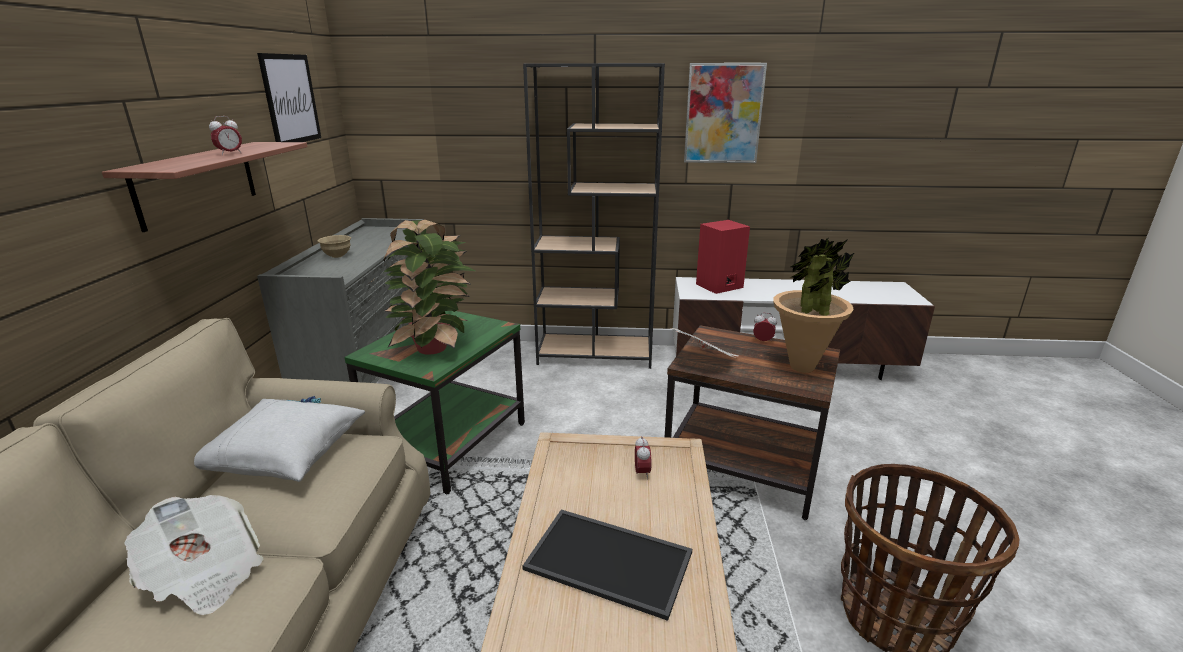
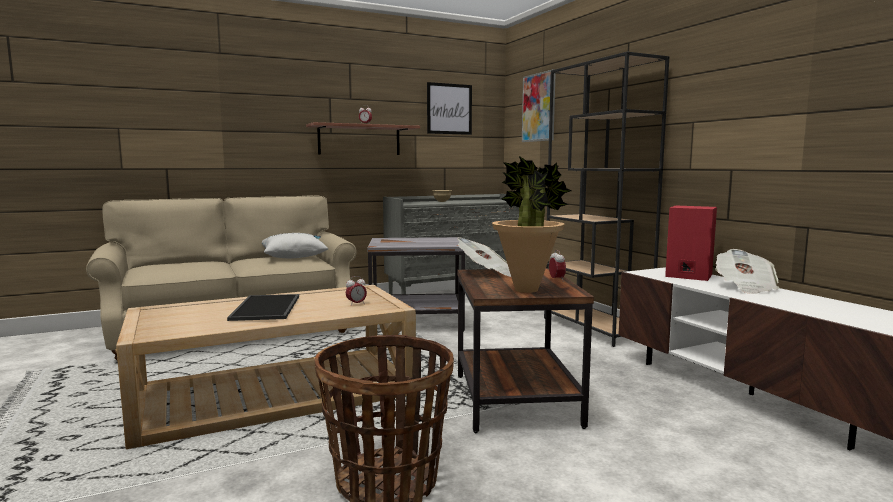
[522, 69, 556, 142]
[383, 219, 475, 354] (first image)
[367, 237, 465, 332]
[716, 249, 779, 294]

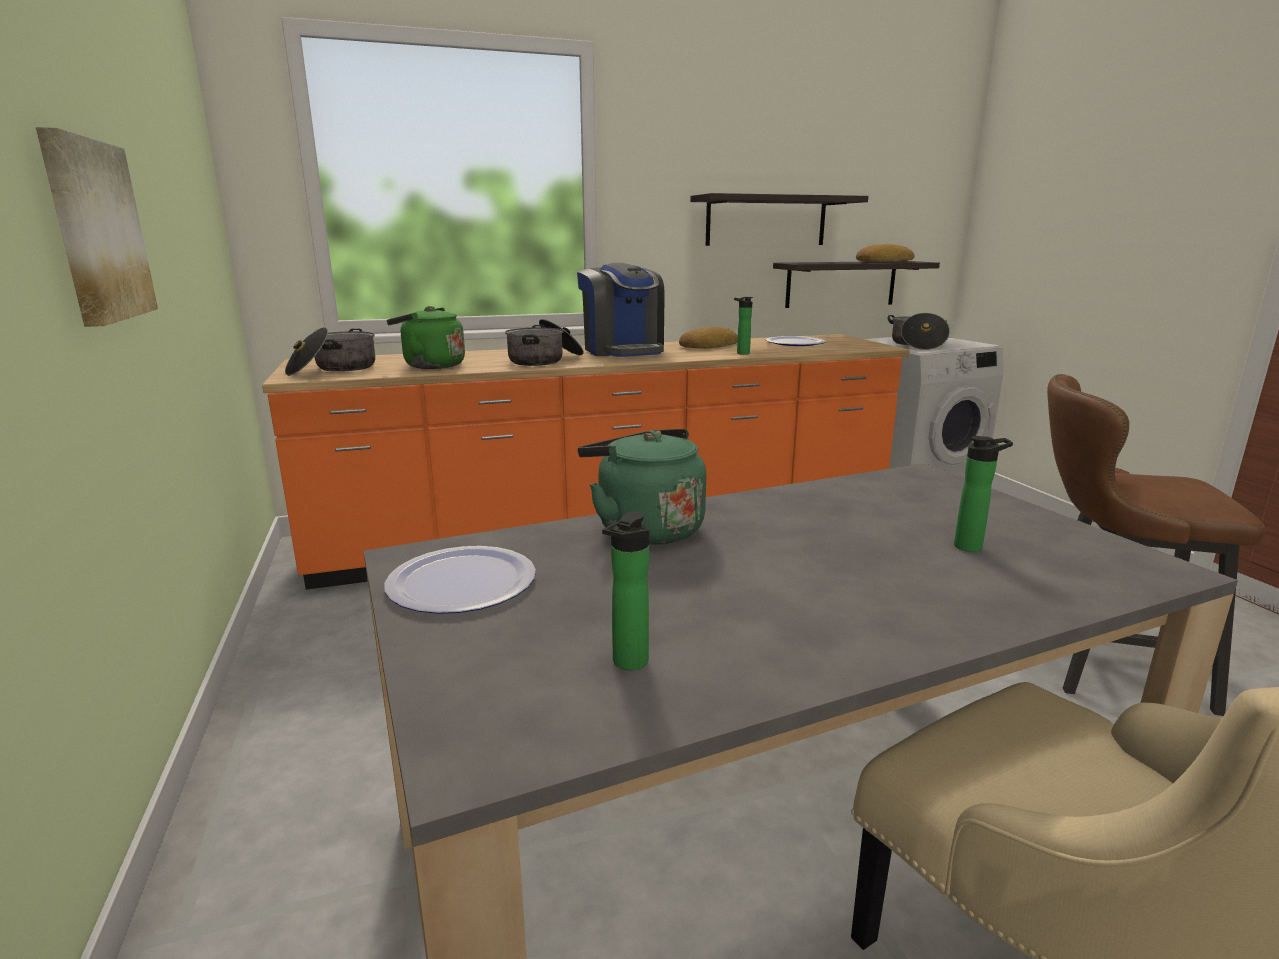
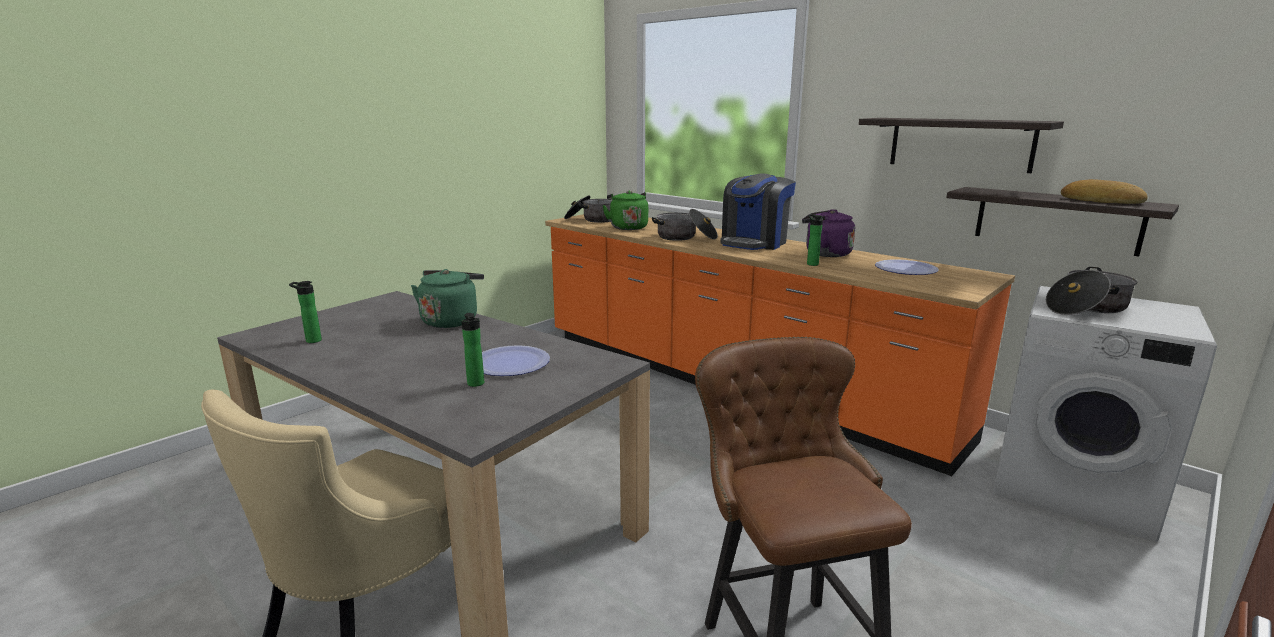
[36, 127, 158, 327] (first image)
[802, 209, 855, 257]
[482, 345, 550, 376]

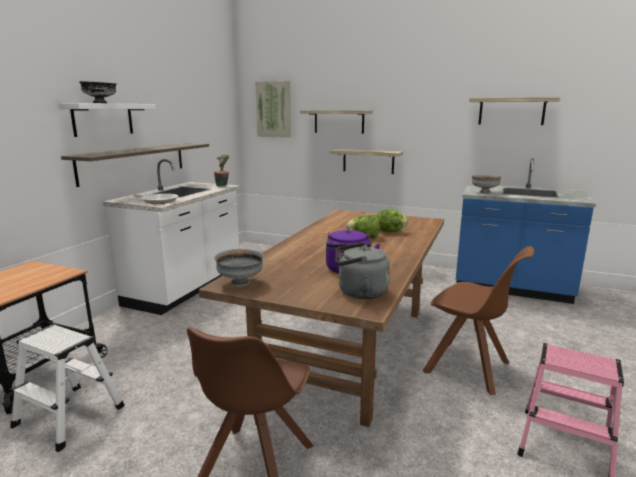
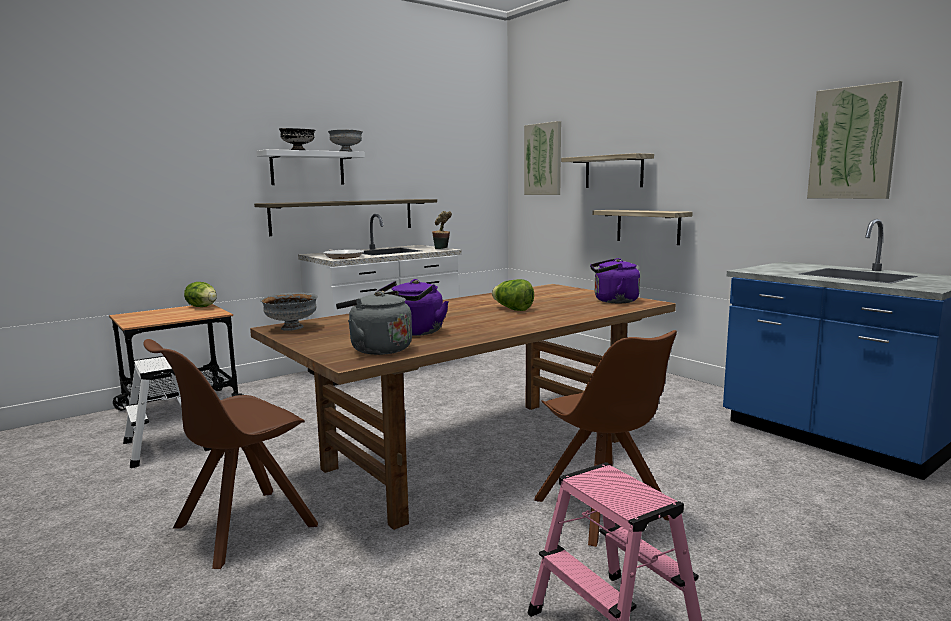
[807, 81, 902, 199]
[328, 130, 363, 151]
[184, 282, 217, 307]
[590, 258, 640, 303]

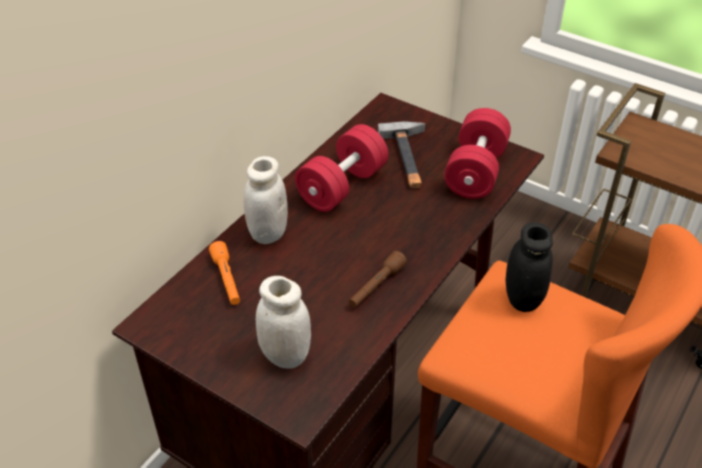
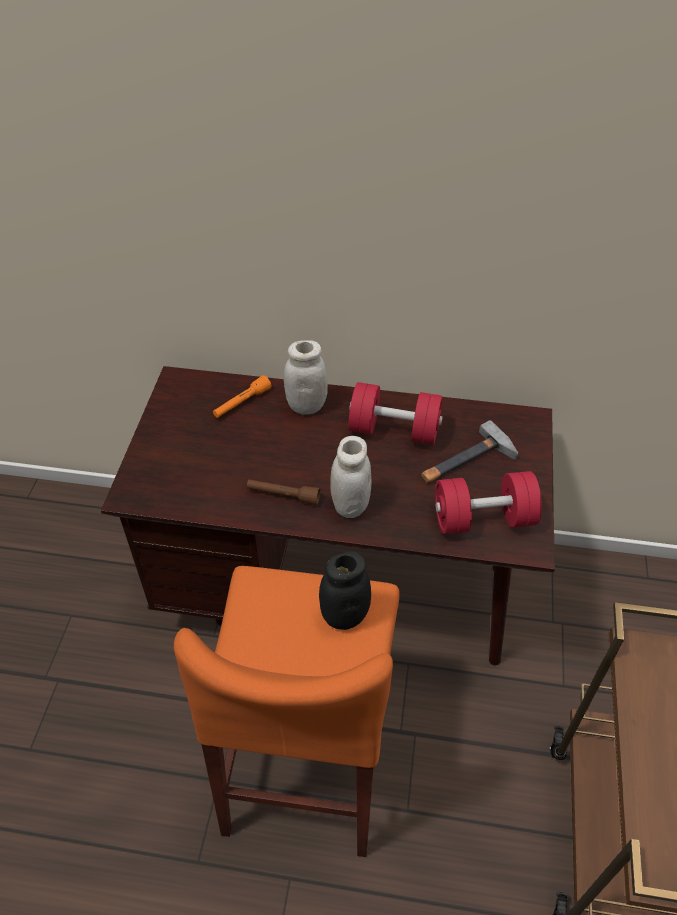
[330, 436, 372, 518]

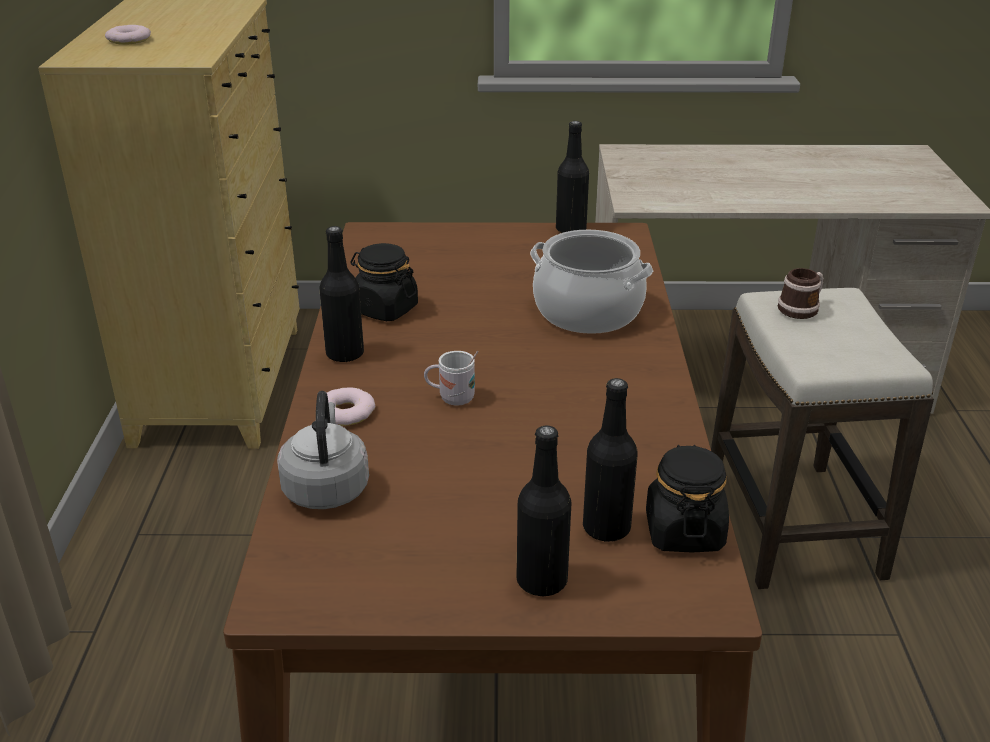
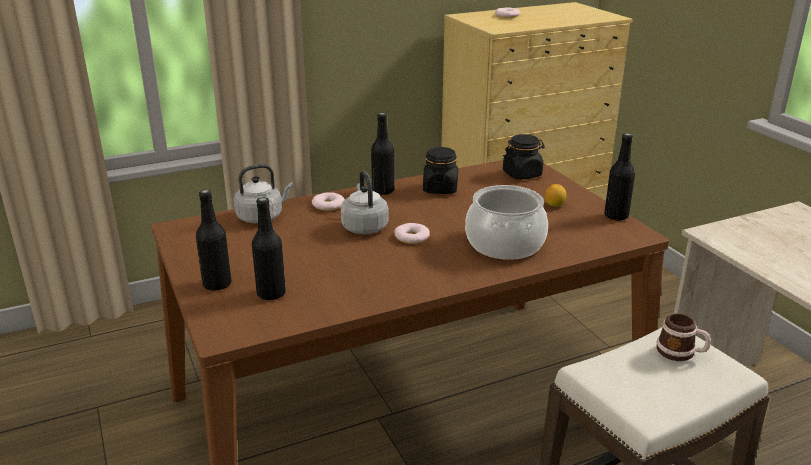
[341, 171, 389, 234]
[503, 134, 545, 180]
[545, 184, 567, 207]
[394, 223, 430, 244]

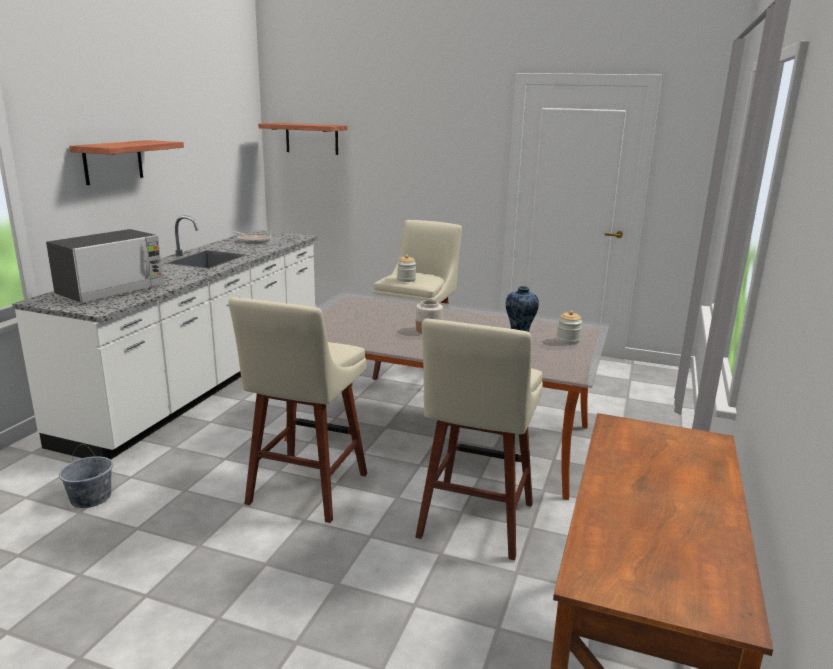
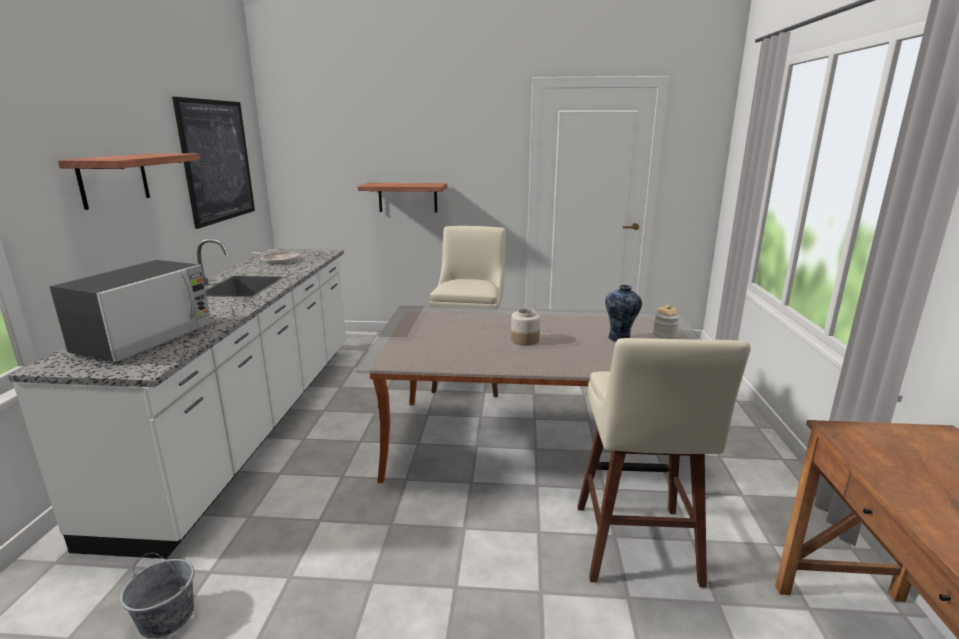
[358, 183, 447, 213]
[397, 255, 416, 282] (first image)
[228, 297, 367, 523] (first image)
[172, 97, 255, 229]

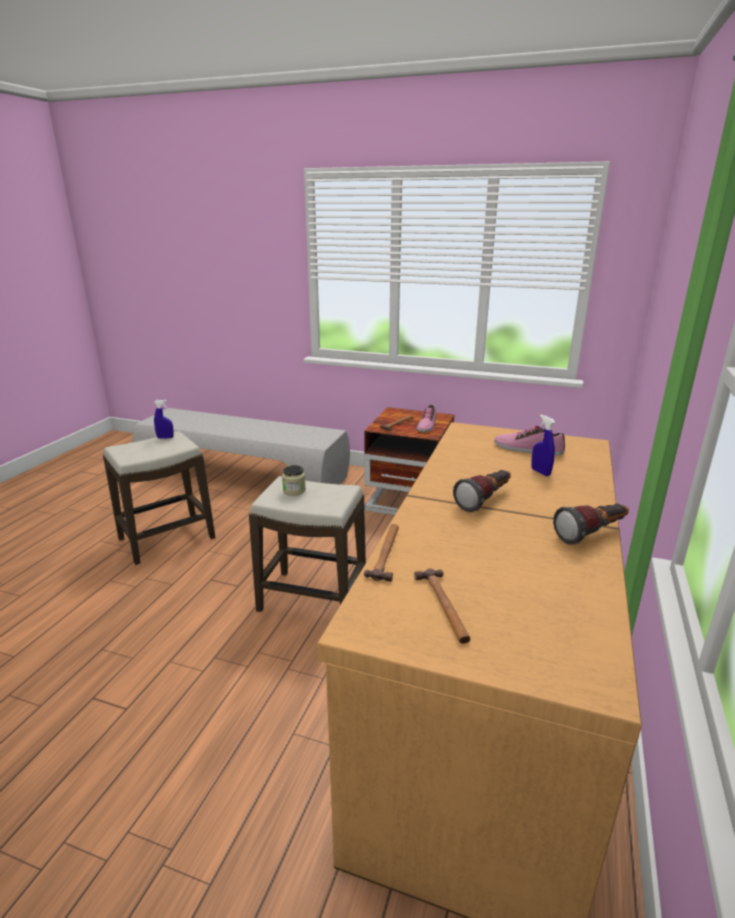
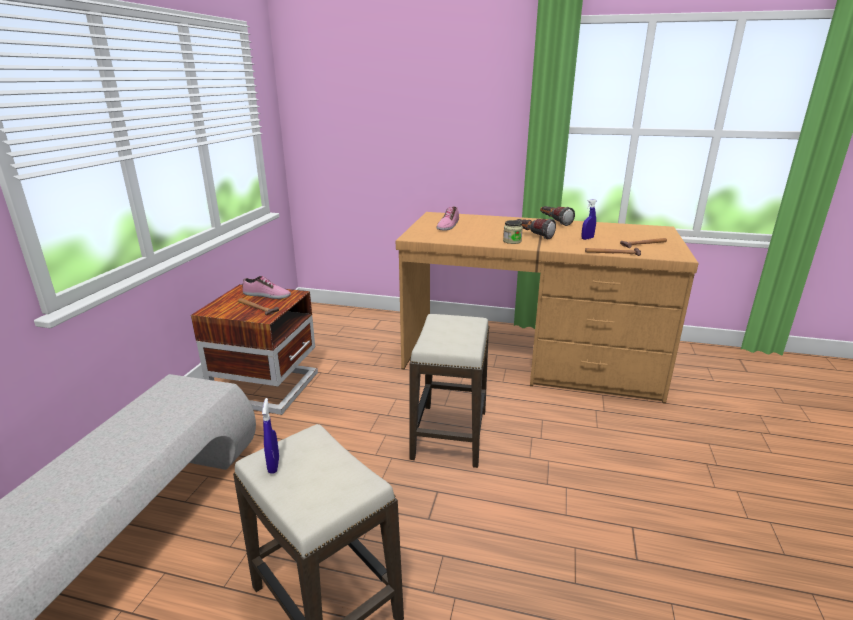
[581, 199, 597, 240]
[503, 220, 523, 244]

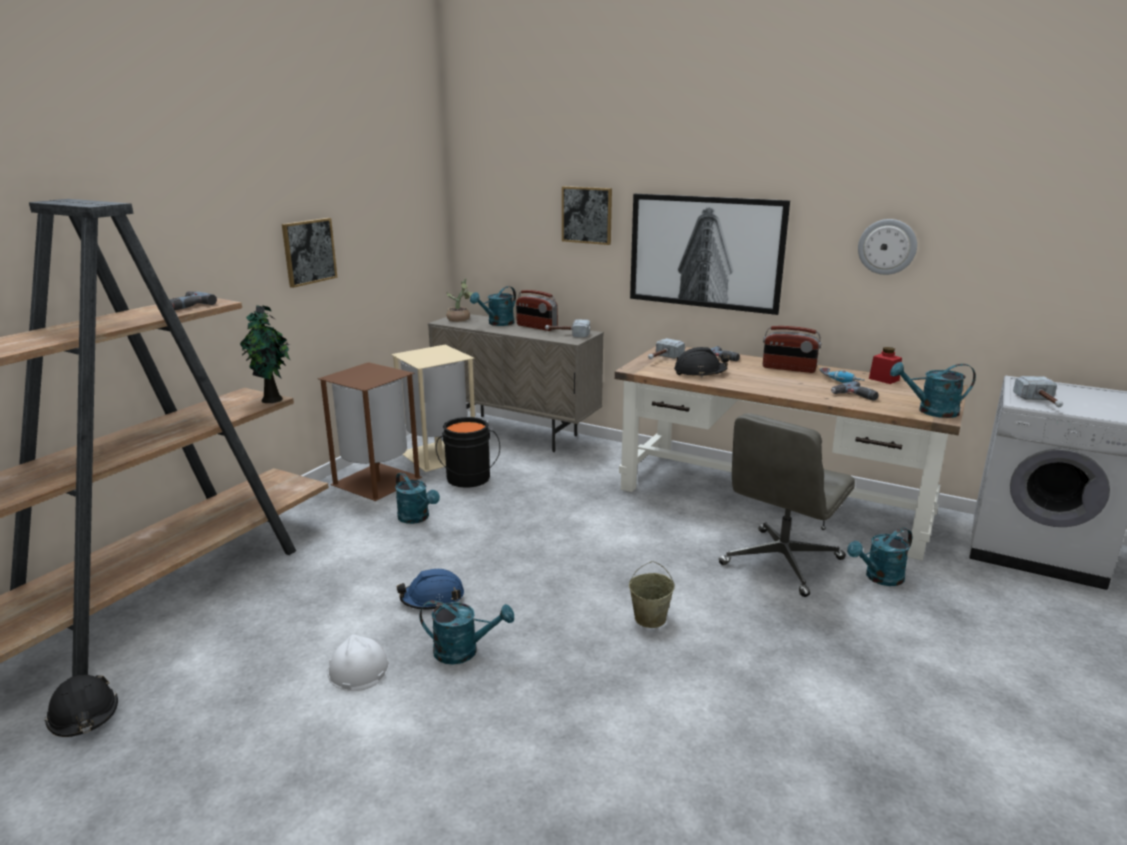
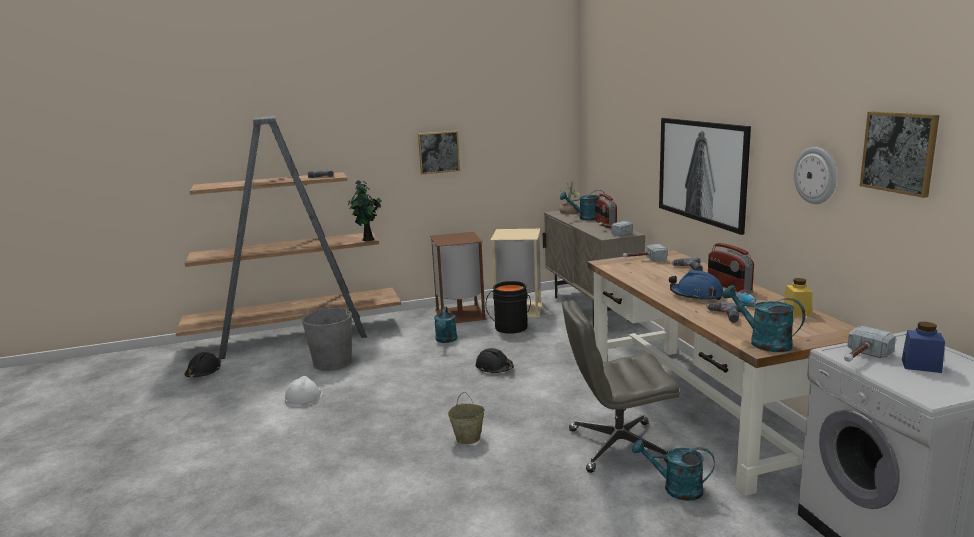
[860, 112, 939, 198]
[475, 348, 514, 373]
[784, 278, 813, 316]
[669, 270, 723, 301]
[420, 600, 514, 665] (first image)
[302, 306, 352, 371]
[902, 322, 945, 373]

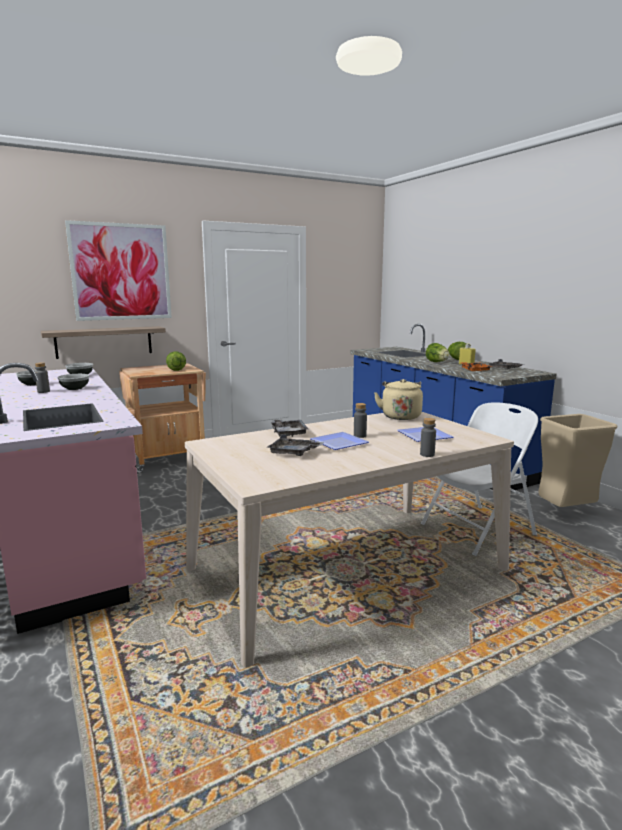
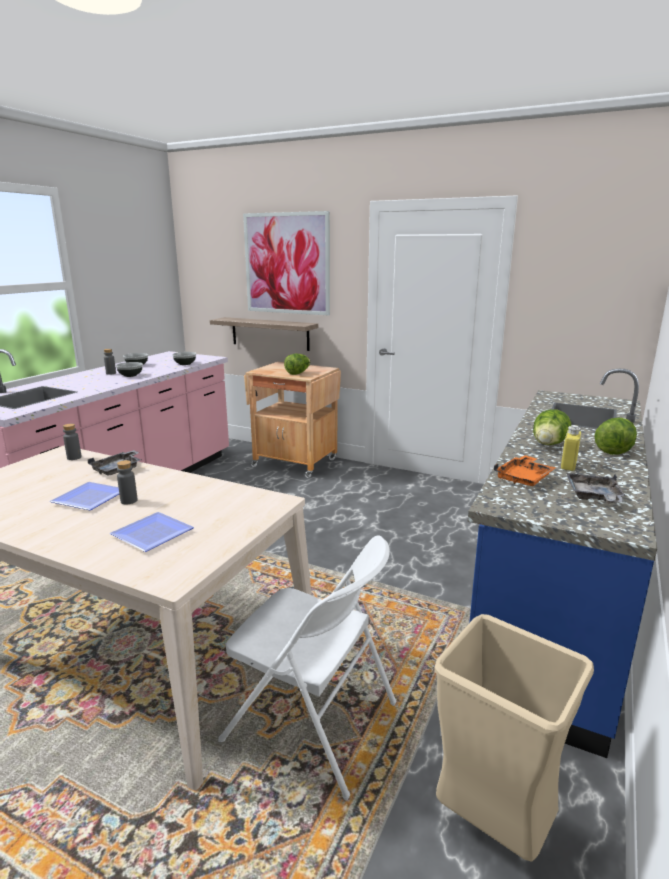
[374, 379, 423, 420] (first image)
[63, 424, 82, 460]
[266, 434, 324, 456] (first image)

